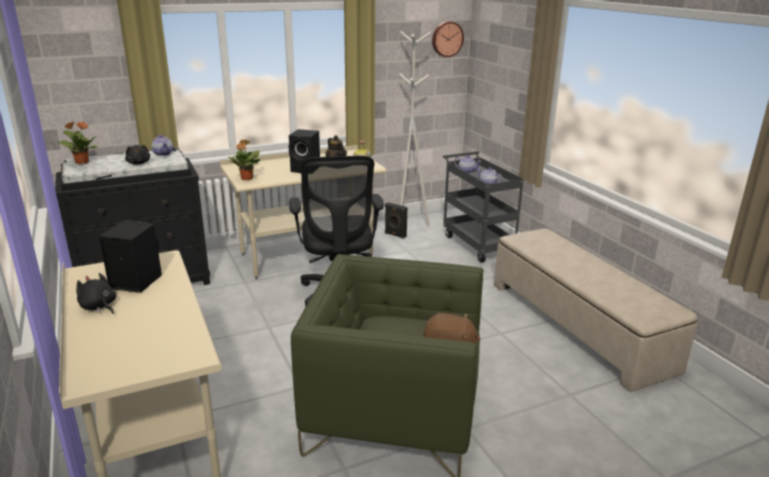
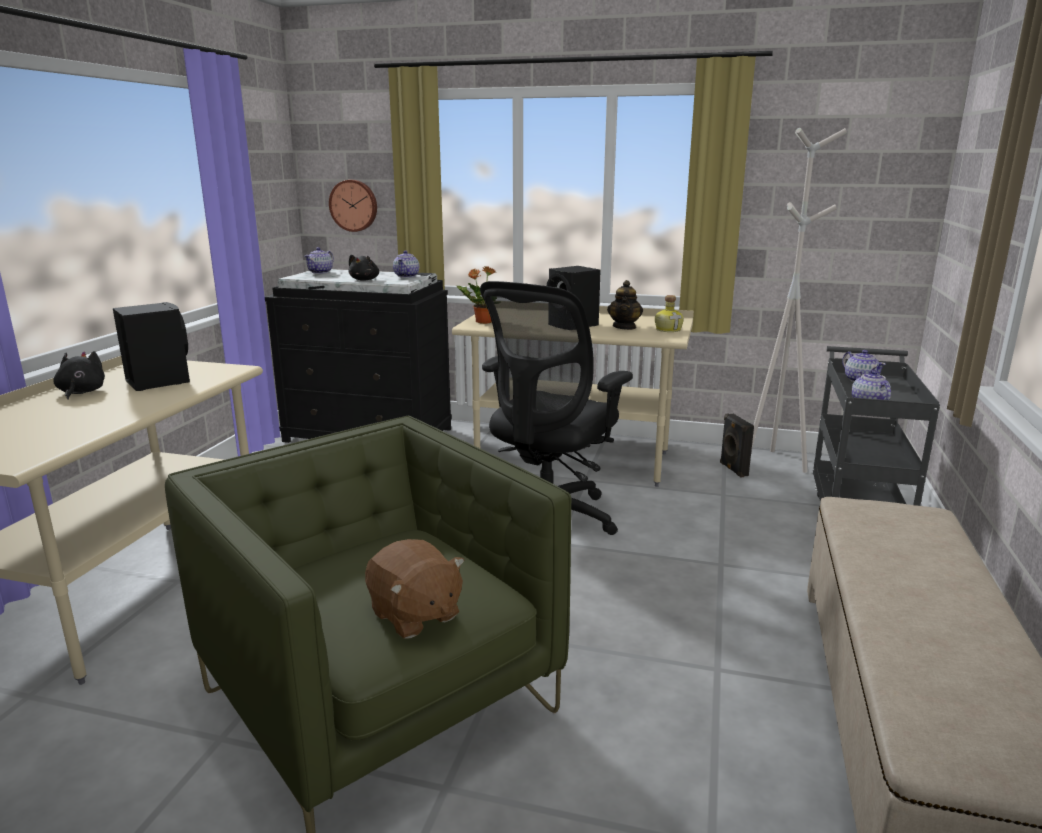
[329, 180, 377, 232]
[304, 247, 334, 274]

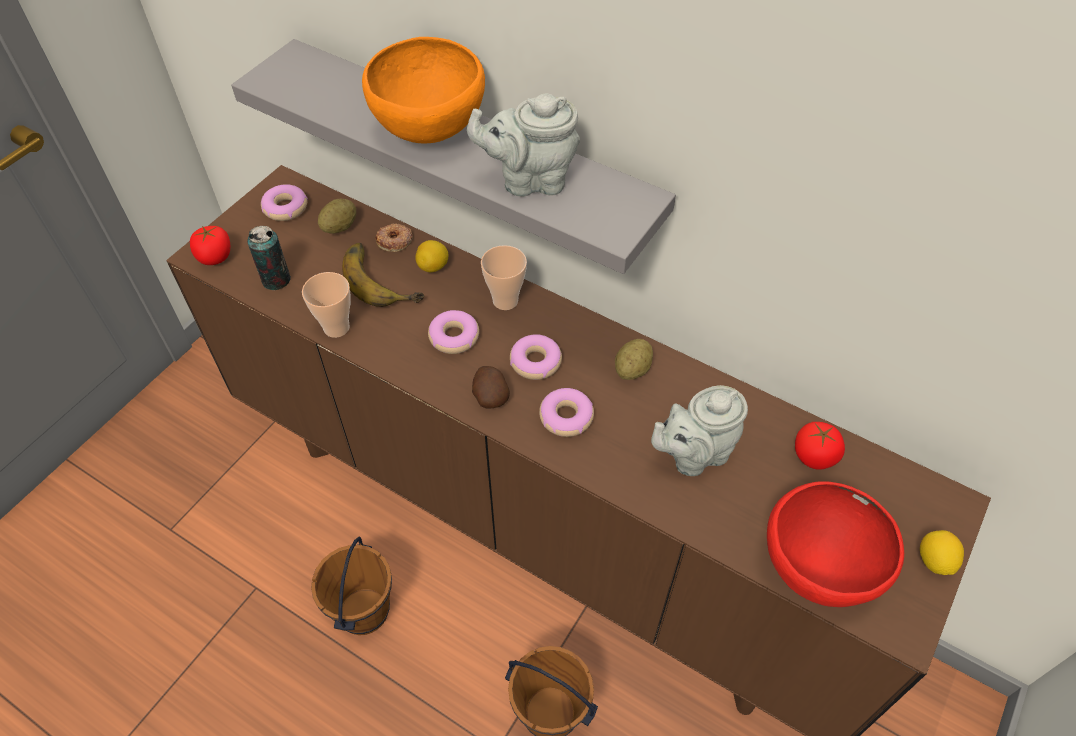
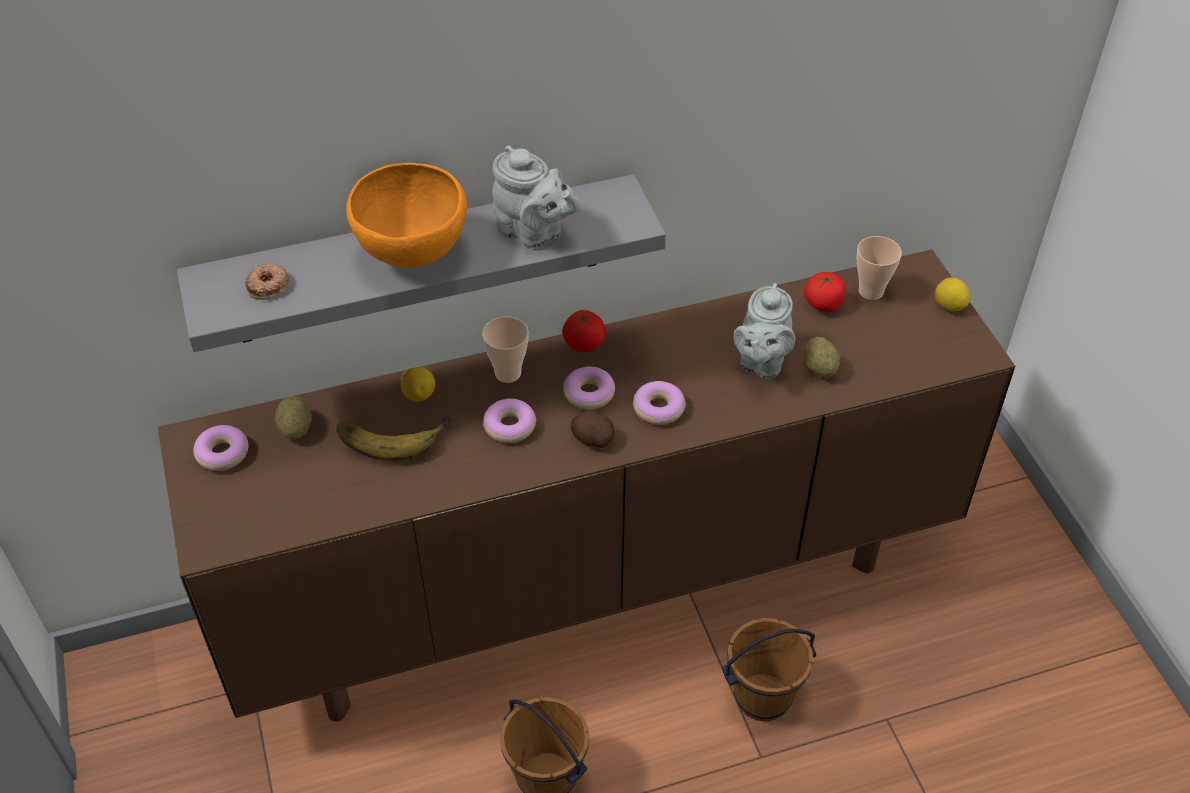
[492, 146, 581, 248]
[245, 263, 289, 300]
[562, 310, 605, 352]
[247, 226, 291, 290] (first image)
[856, 236, 902, 300]
[804, 337, 840, 378]
[767, 481, 904, 607] (first image)

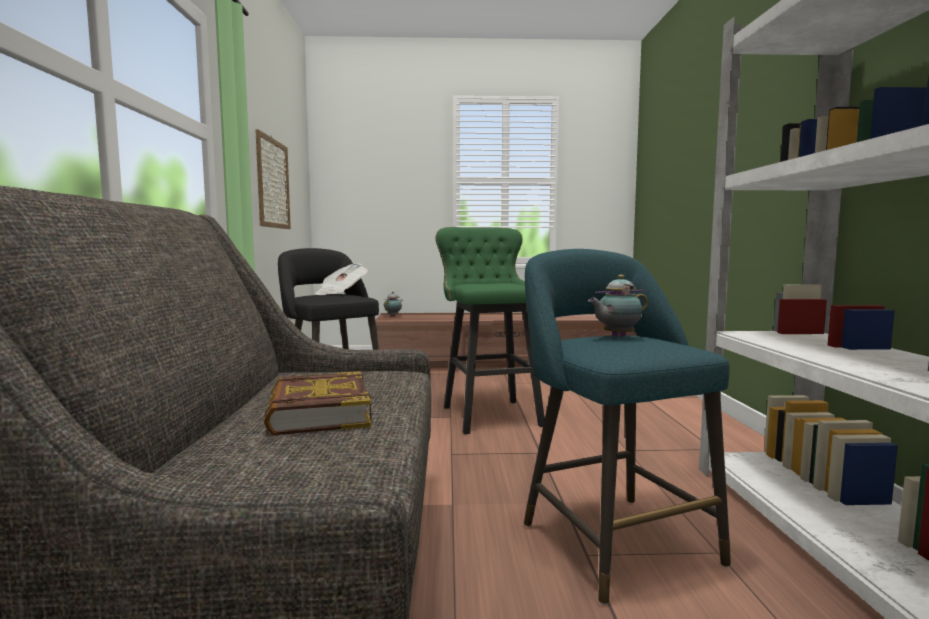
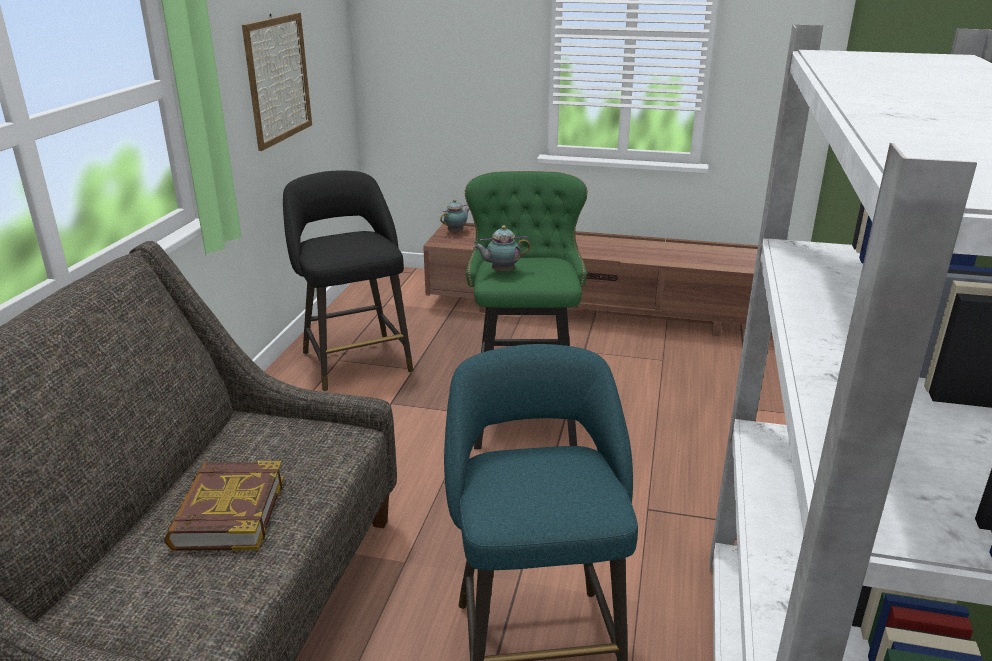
[315, 263, 368, 295] (first image)
[473, 225, 531, 272]

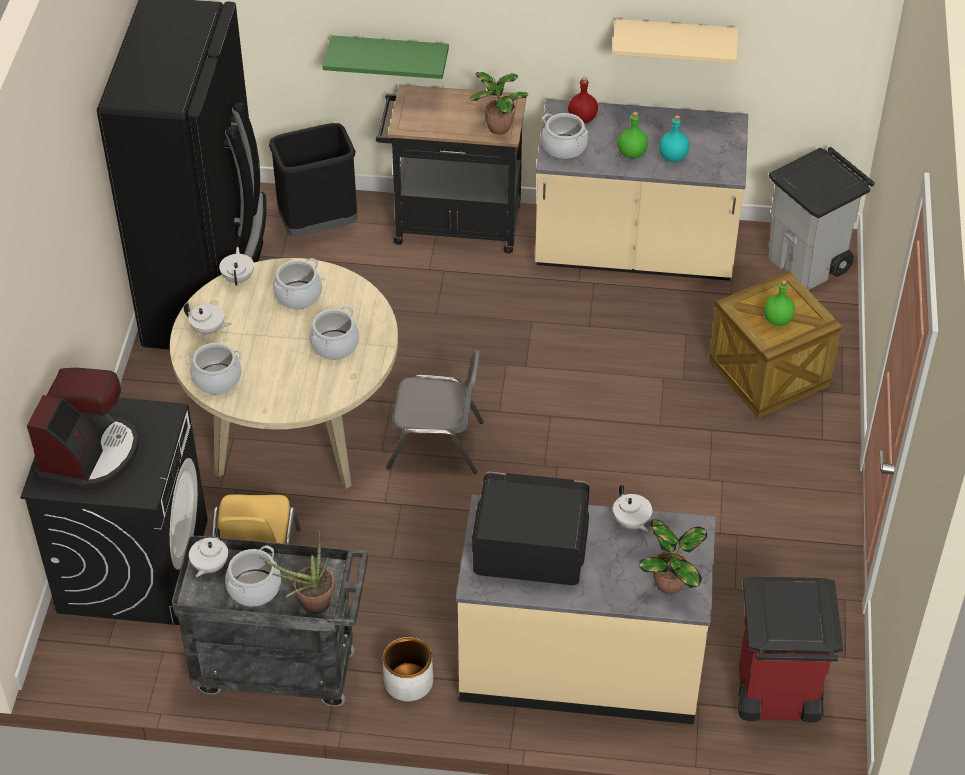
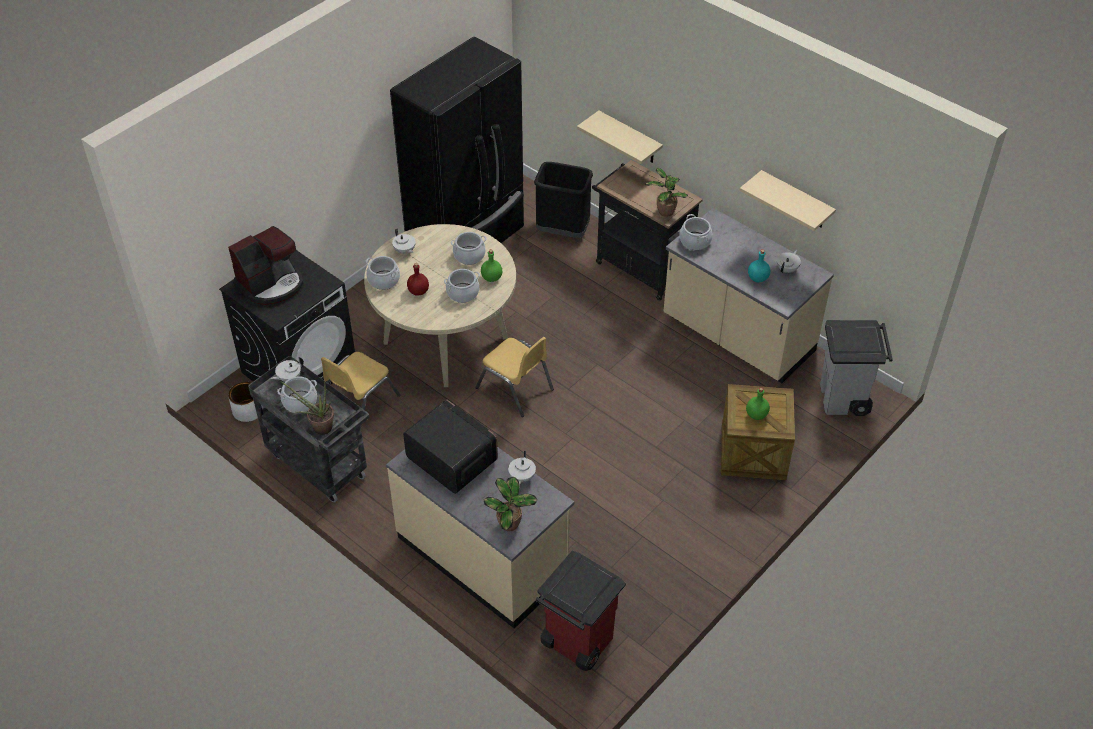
[577, 110, 663, 164]
[407, 263, 429, 296]
[481, 249, 502, 282]
[777, 250, 801, 273]
[475, 337, 554, 417]
[228, 382, 264, 422]

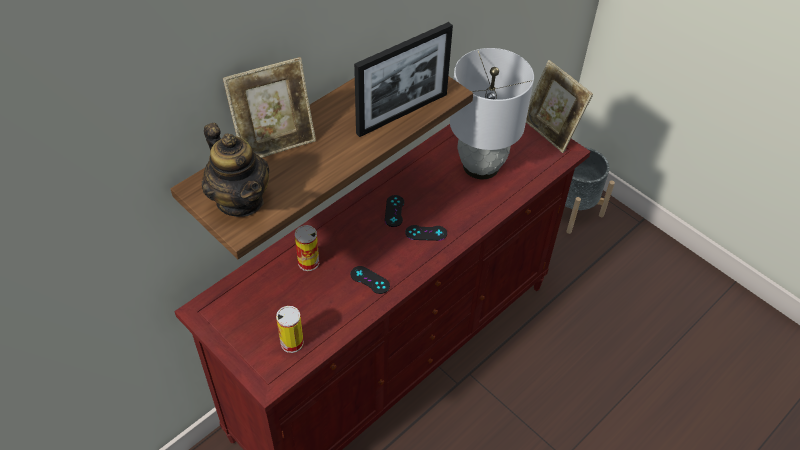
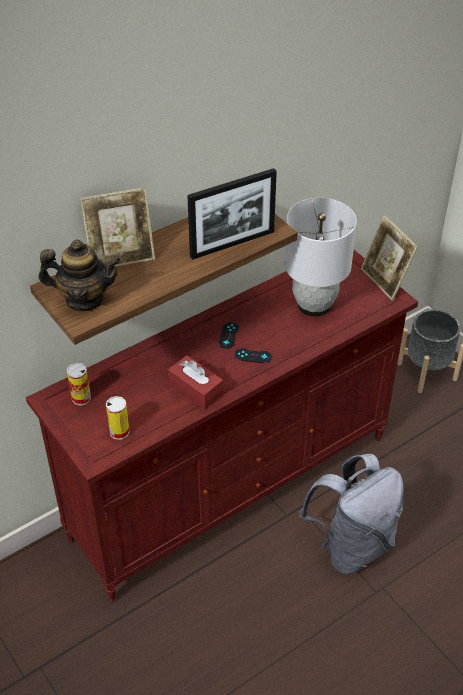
[39, 240, 121, 311]
[67, 363, 91, 405]
[168, 355, 223, 409]
[299, 454, 404, 574]

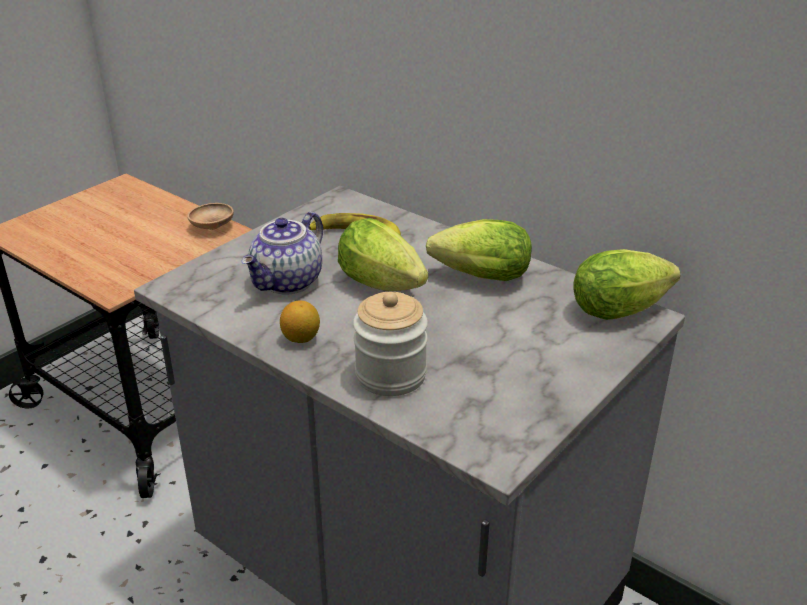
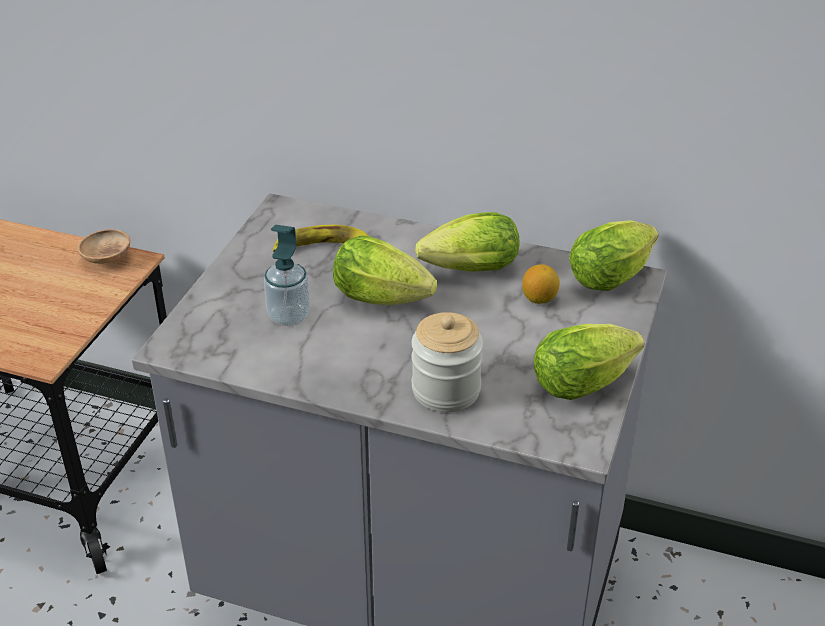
[264, 225, 310, 326]
[522, 264, 560, 304]
[534, 324, 644, 400]

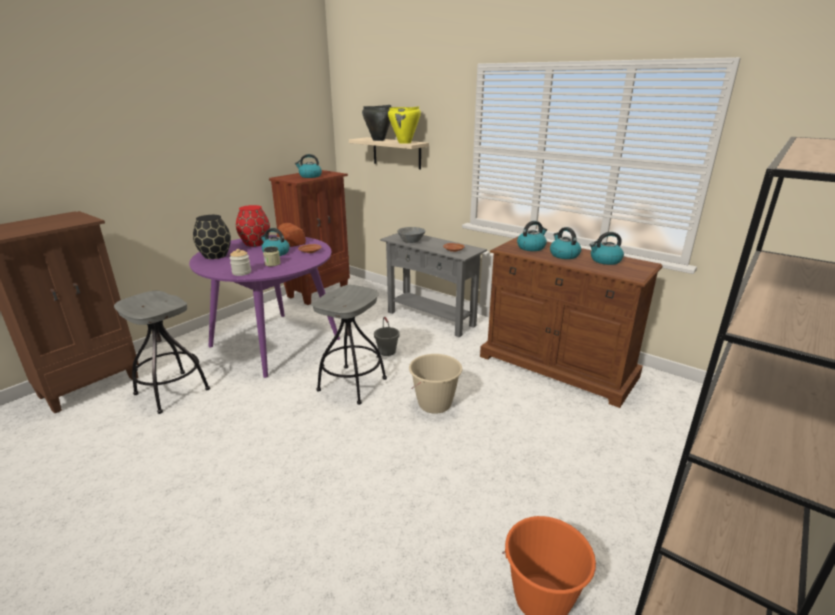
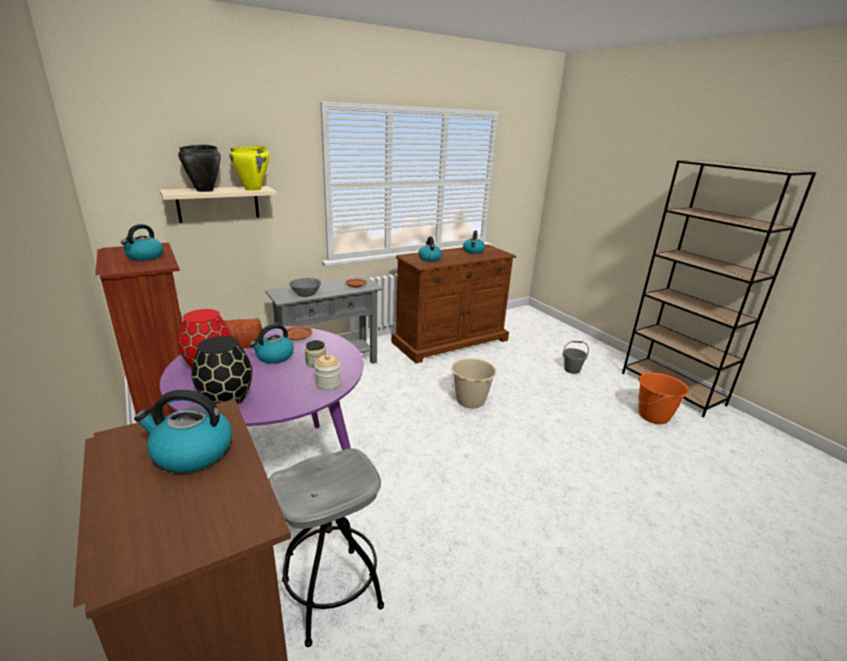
[134, 390, 232, 473]
[312, 285, 387, 405] (first image)
[562, 341, 589, 374]

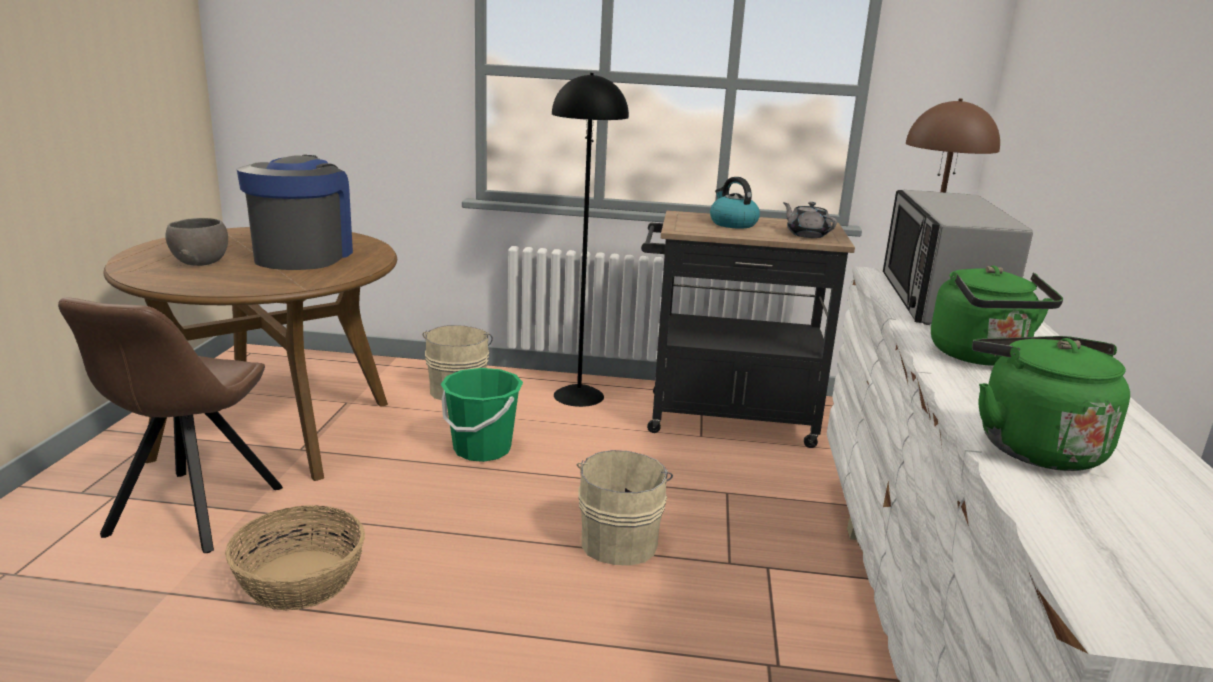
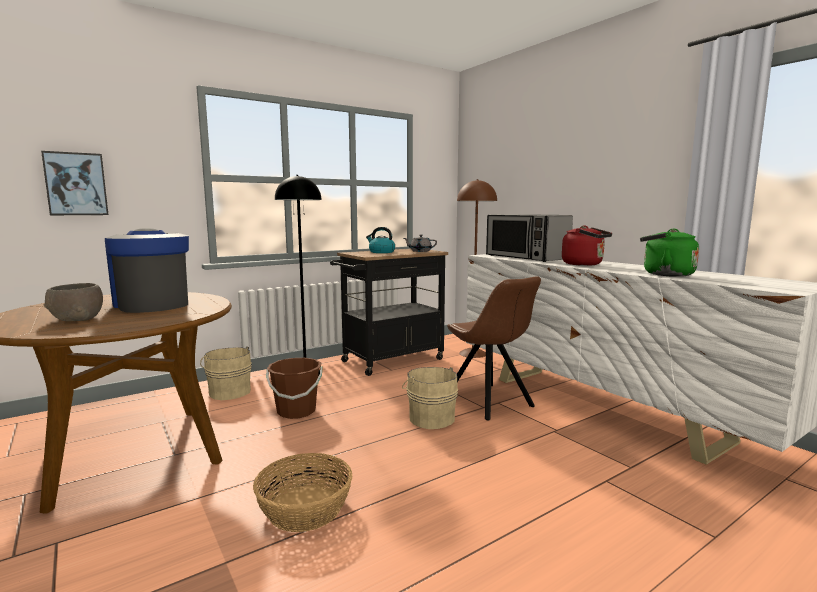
[562, 225, 612, 266]
[447, 276, 541, 420]
[266, 358, 322, 419]
[41, 151, 108, 215]

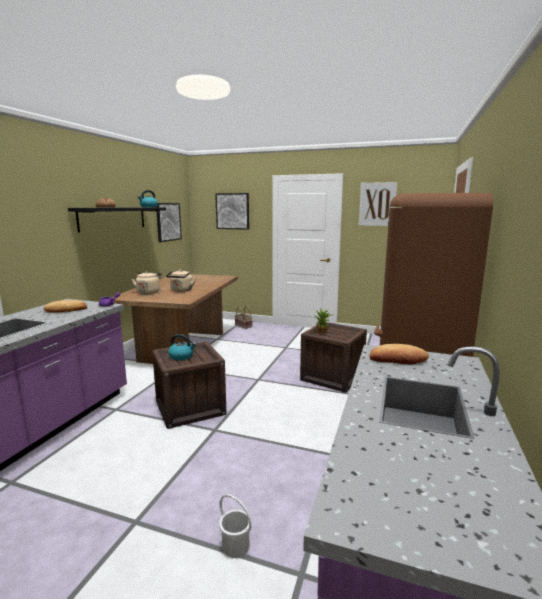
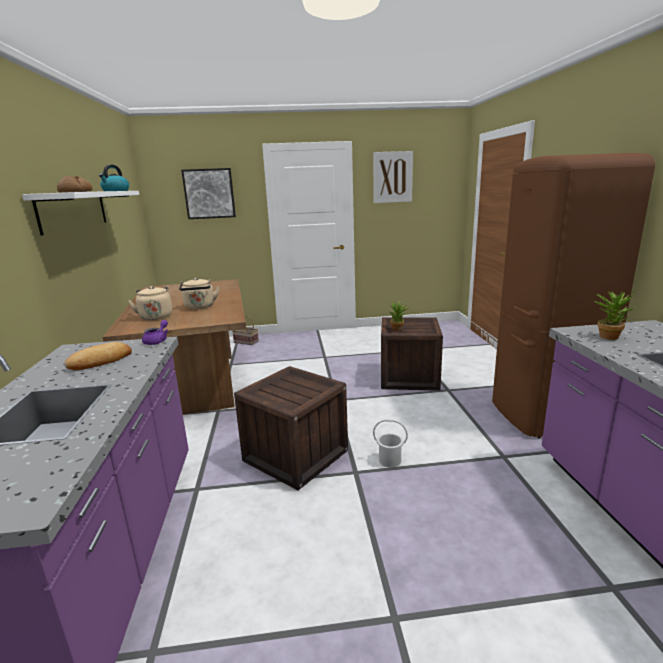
[156, 203, 182, 242] (first image)
[22, 191, 139, 235]
[168, 334, 196, 360] (first image)
[594, 290, 635, 340]
[373, 419, 408, 468]

